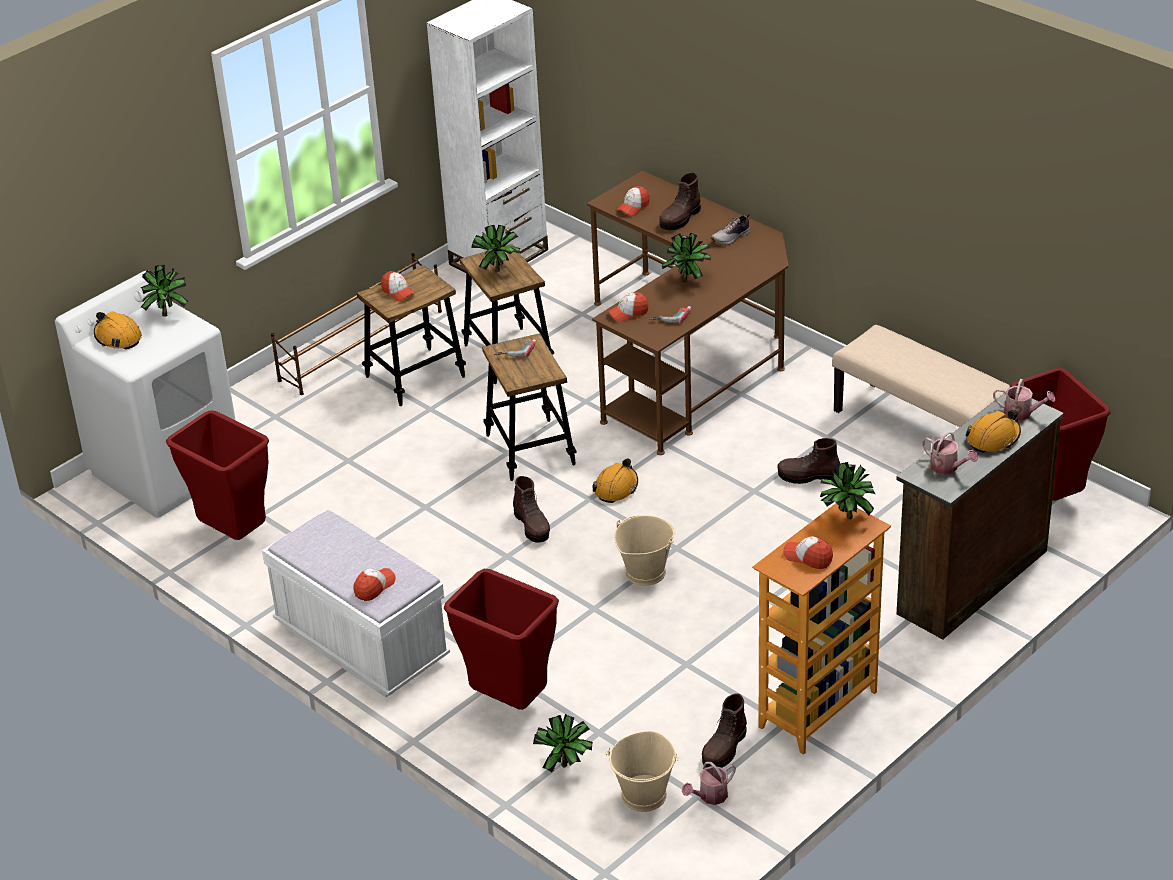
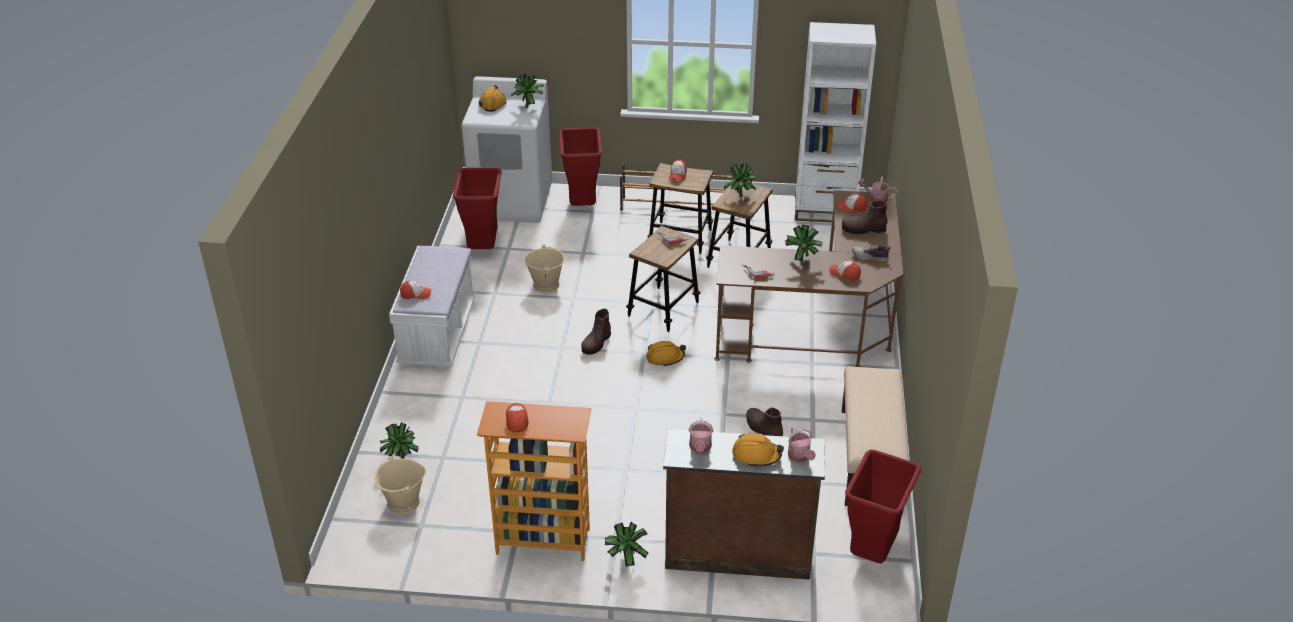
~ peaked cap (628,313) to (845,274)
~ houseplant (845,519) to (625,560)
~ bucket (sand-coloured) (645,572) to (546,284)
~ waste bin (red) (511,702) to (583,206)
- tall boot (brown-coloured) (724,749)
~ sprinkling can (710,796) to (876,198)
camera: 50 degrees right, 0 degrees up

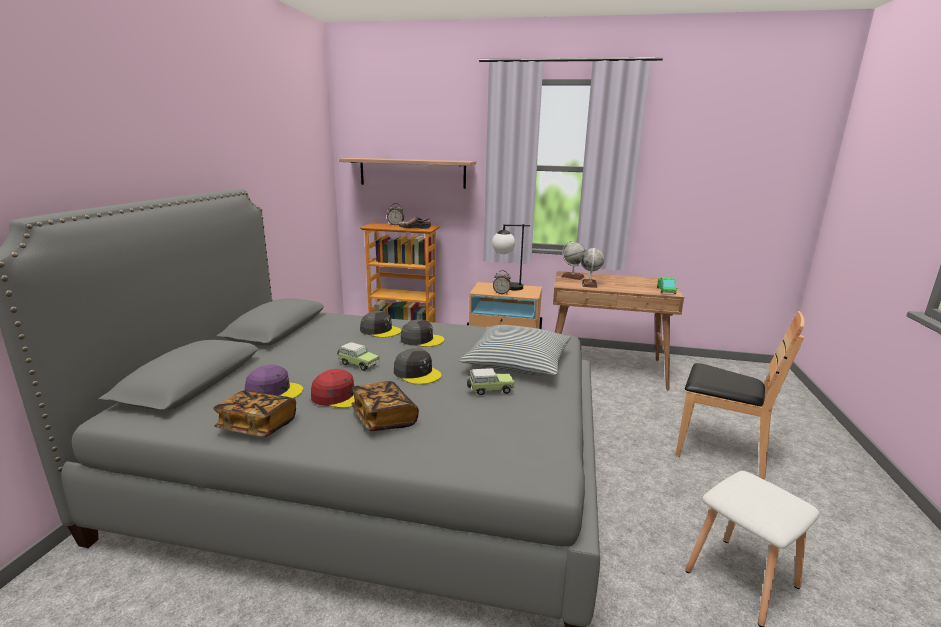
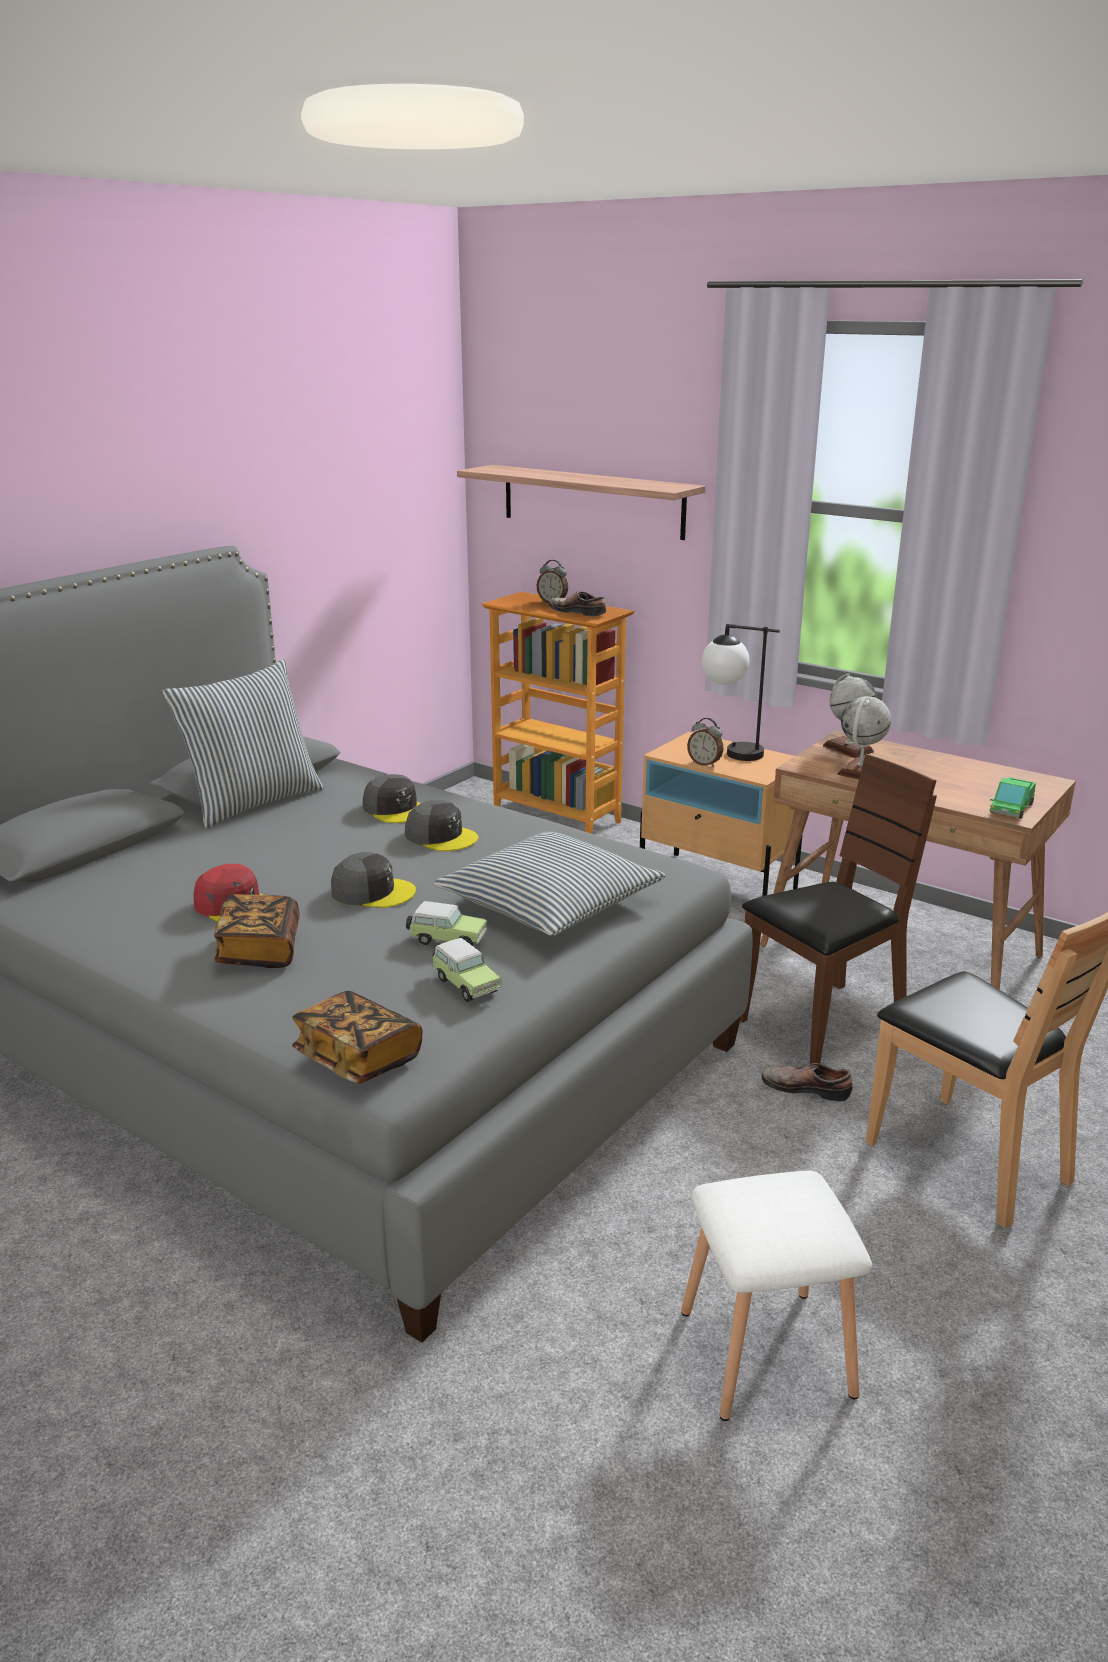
~ miniature car (358,364) to (465,984)
~ peaked cap (grey) (417,373) = (372,892) 60 degrees counterclockwise
- peaked cap (purple) (274,391)
~ volume (257,426) to (358,1058)
+ throw pillow (253,802)
+ plain chair (brown-coloured) (822,1024)
+ item of footwear (806,1087)
camera: 25 degrees right, 5 degrees up

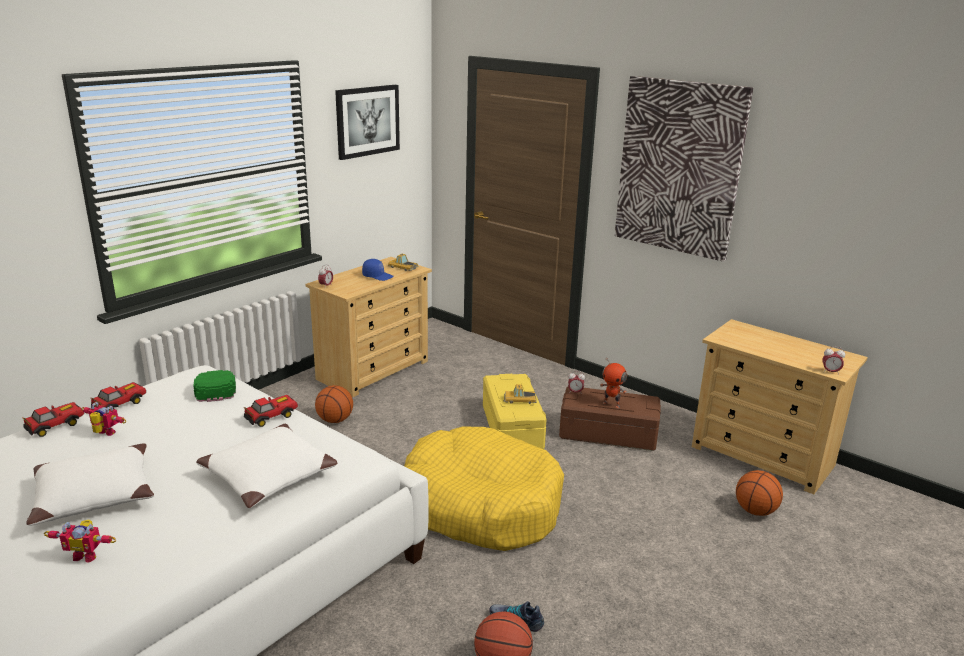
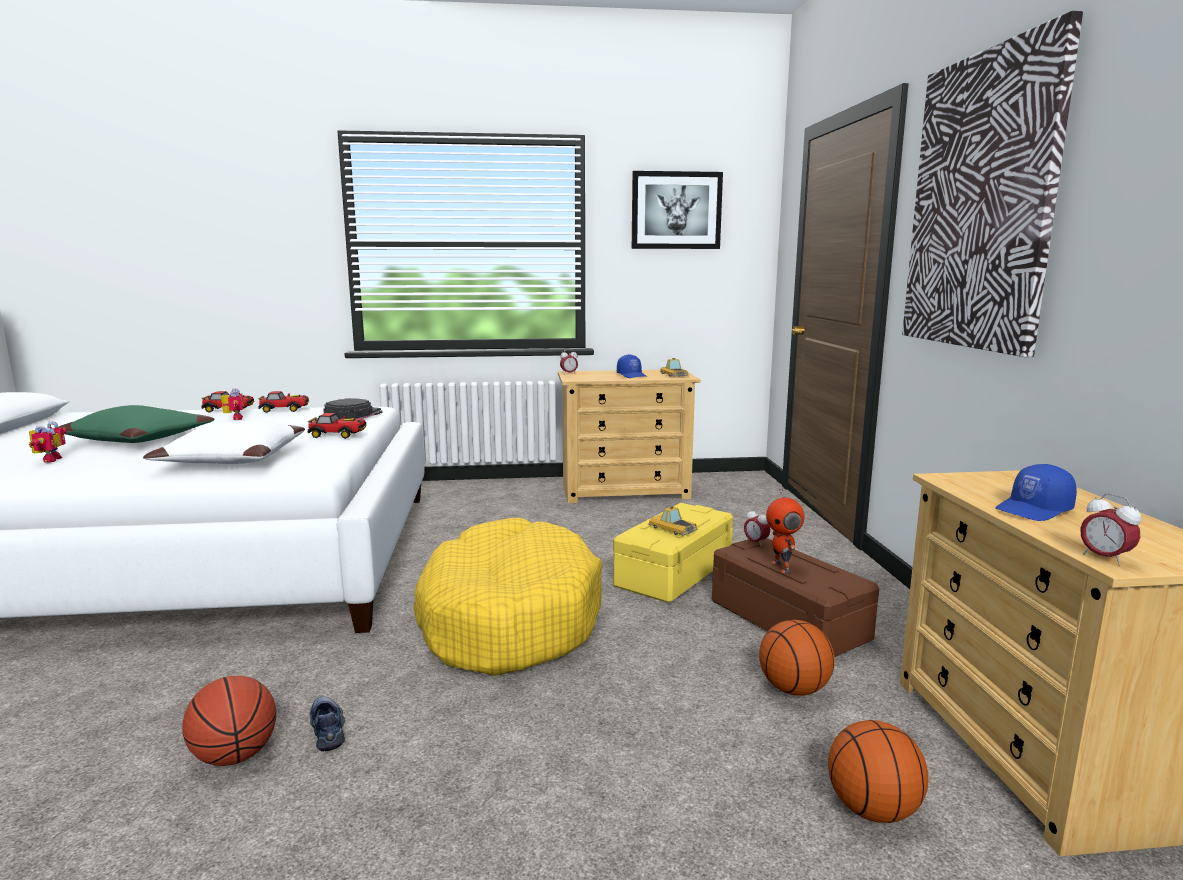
~ peaked cap (green-coloured) (215,388) to peaked cap (black) (353,415)
~ ball for basketball (335,420) to (794,689)
~ throw pillow (whitish) (94,494) to throw pillow (green-coloured) (140,439)
~ toy robot (87,554) = (48,460) 150 degrees counterclockwise
+ peaked cap (bluish) (1034,510)
camera: 45 degrees right, 10 degrees down

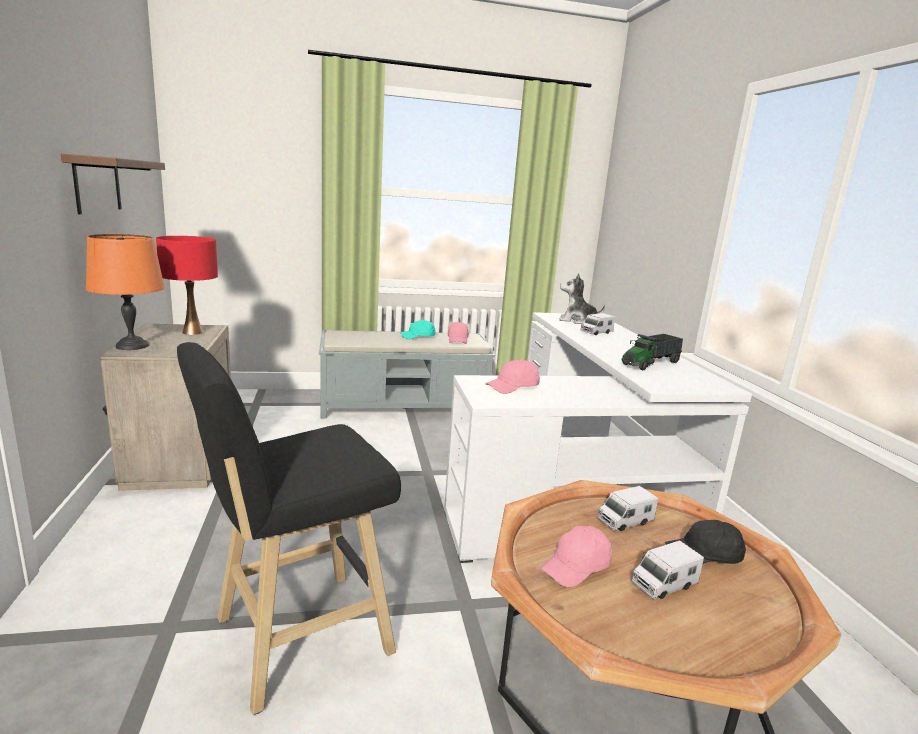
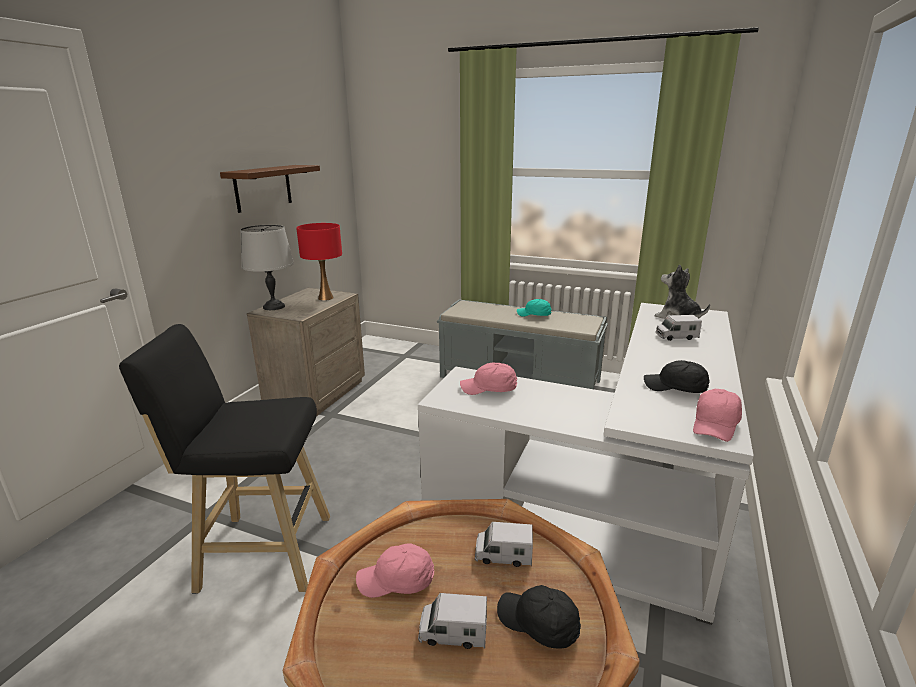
~ tabletop lamp (orange-coloured) (131,346) to tabletop lamp (grey) (273,306)
~ peaked cap (pink) (457,340) to (715,425)
~ toy truck (650,363) to peaked cap (black) (675,388)
camera: 35 degrees right, 5 degrees up

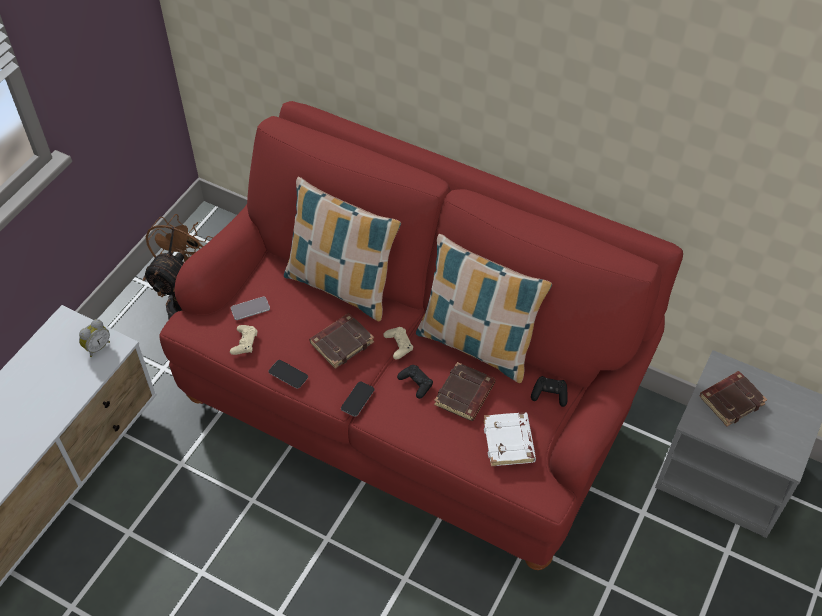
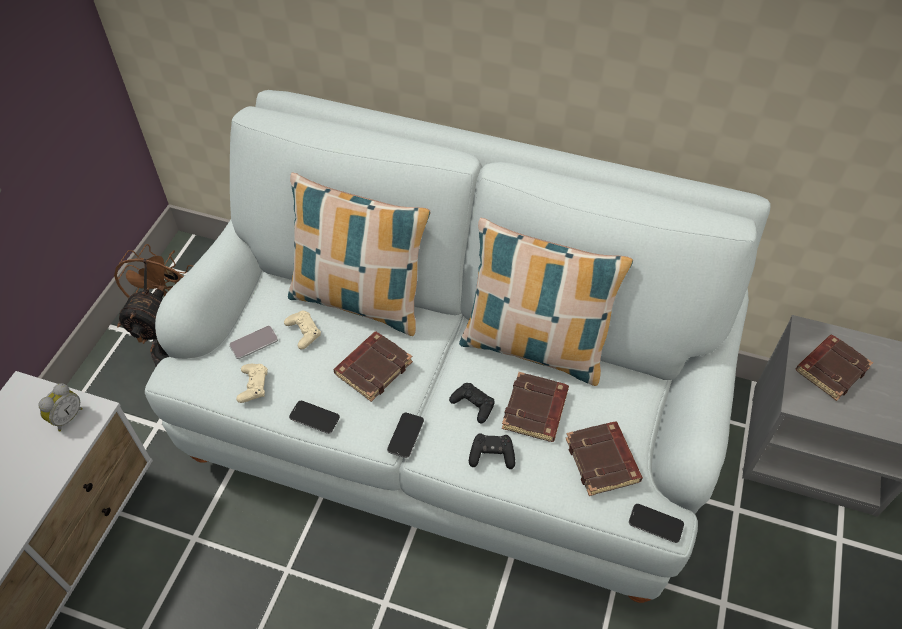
~ sofa (red) (412,402) to sofa (whitish) (451,421)
~ gamepad (sand-coloured) (398,345) to (303,332)
~ gamepad (black) (549,395) to (492,455)
~ volume (whitish) (509,442) to volume (brown-coloured) (603,461)
+ phone (656,523)
camera: 10 degrees left, 0 degrees up

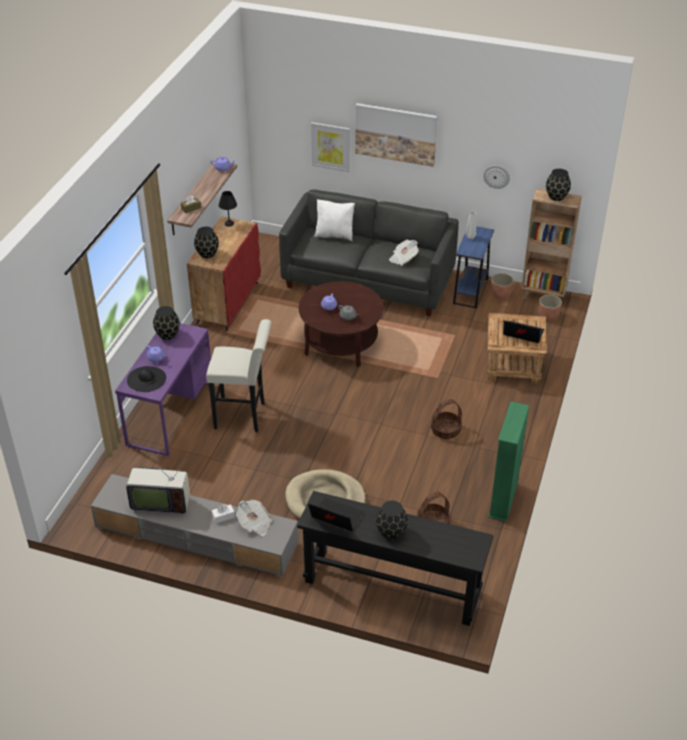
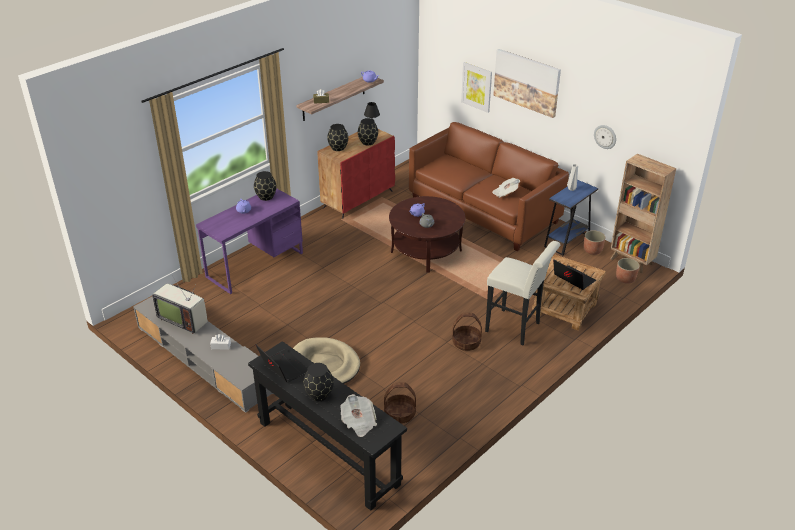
~ vase (black) (556,197) to (368,142)
~ sofa (grey) (369,280) to sofa (brown-coloured) (484,211)
- throw pillow (whitish) (334,235)
~ stool seat (whitish) (244,416) to (516,328)
- hat (black) (146,379)
- bookshelf (green-coloured) (503,500)
~ newspaper (254,524) to (359,422)
camera: 25 degrees right, 5 degrees down

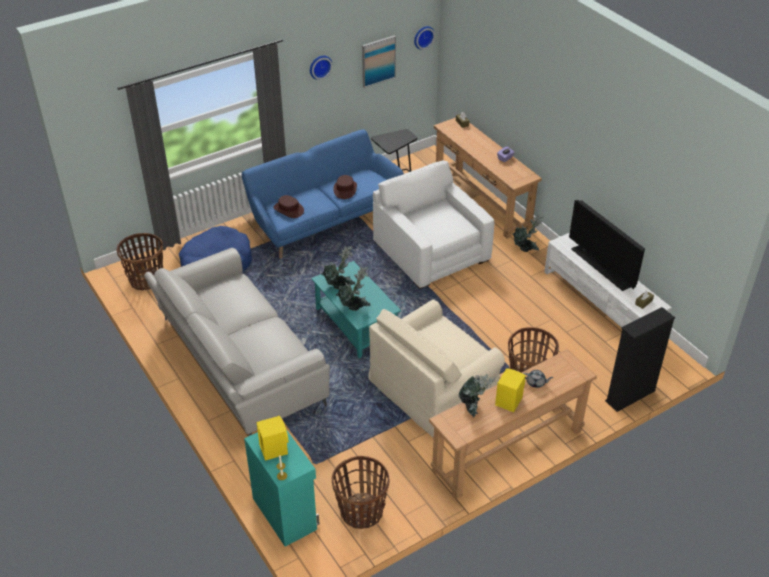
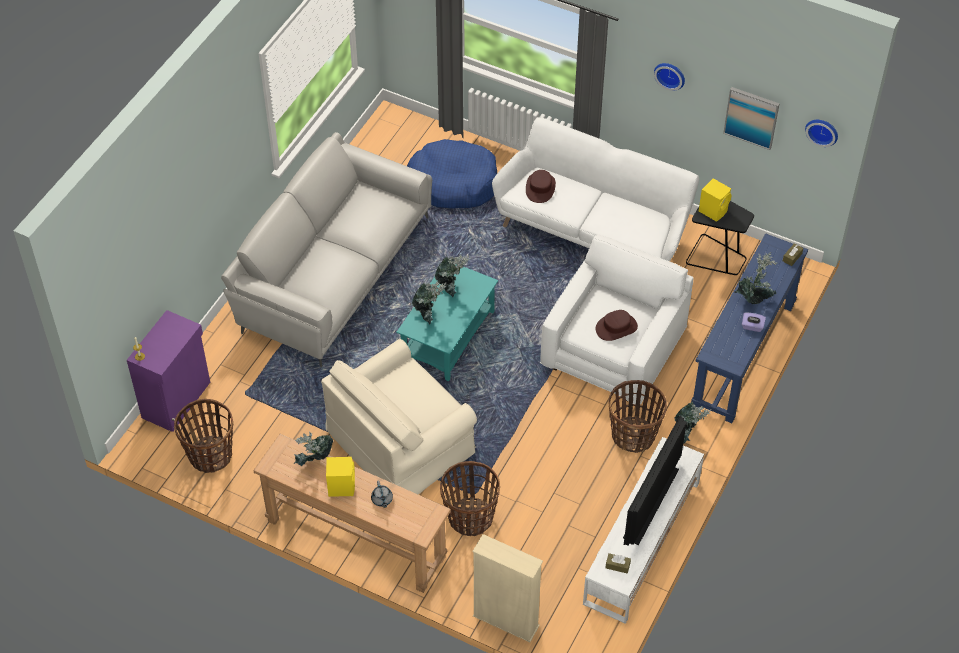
~ hall table (brown-coloured) (482,201) to hall table (bluish) (743,355)
~ sofa (bluish) (323,219) to sofa (whitish) (594,229)
~ hat (brown-coloured) (345,189) to (616,327)
~ basket (146,280) to (633,435)
~ easy chair (sand-coloured) (433,388) = (400,442) 60 degrees counterclockwise
~ bookshelf (black) (630,396) to bookshelf (sand-coloured) (506,621)
~ loudspeaker (yellow-coloured) (273,448) to (714,210)
~ storage cabinet (blue-green) (285,512) to storage cabinet (purple) (177,400)
+ houseplant (754,298)
camera: 60 degrees right, 10 degrees up

